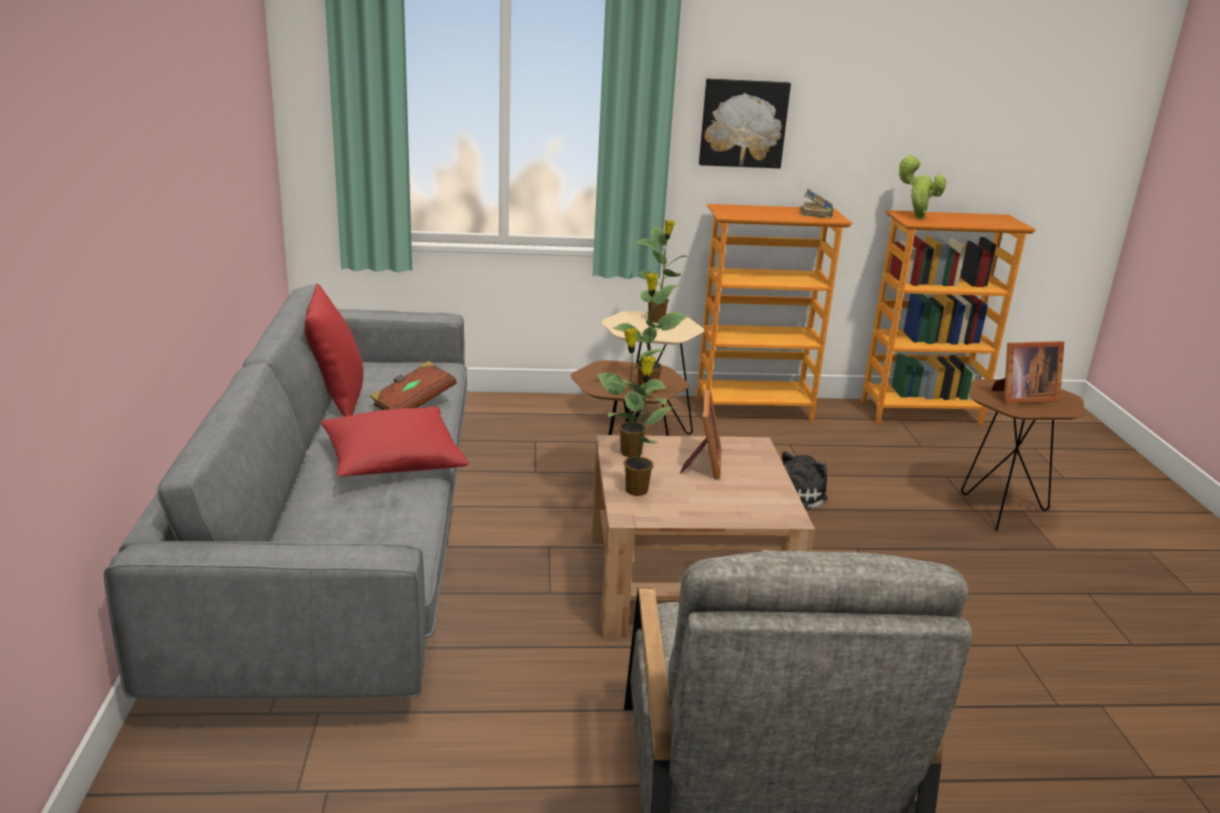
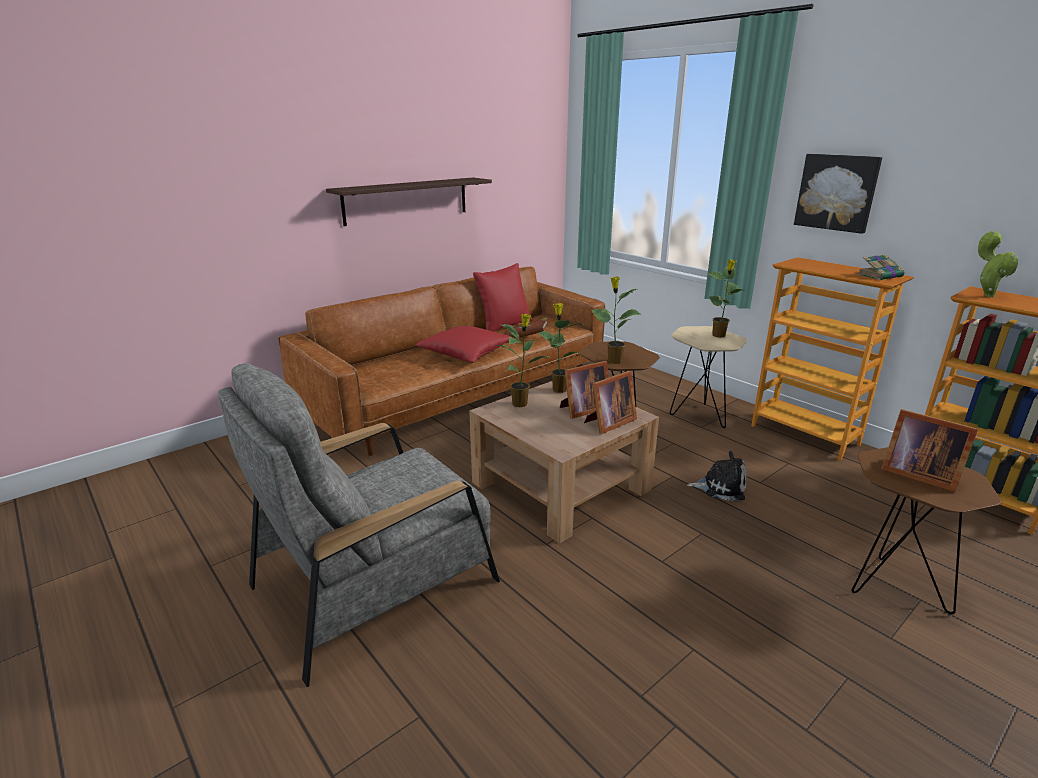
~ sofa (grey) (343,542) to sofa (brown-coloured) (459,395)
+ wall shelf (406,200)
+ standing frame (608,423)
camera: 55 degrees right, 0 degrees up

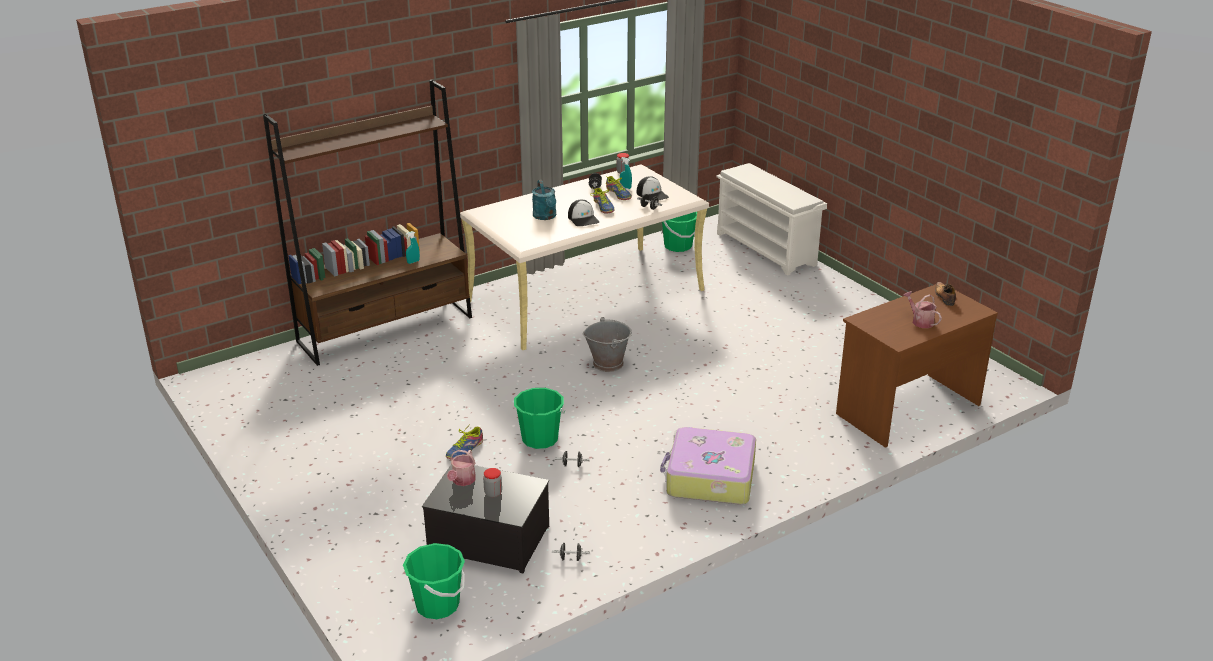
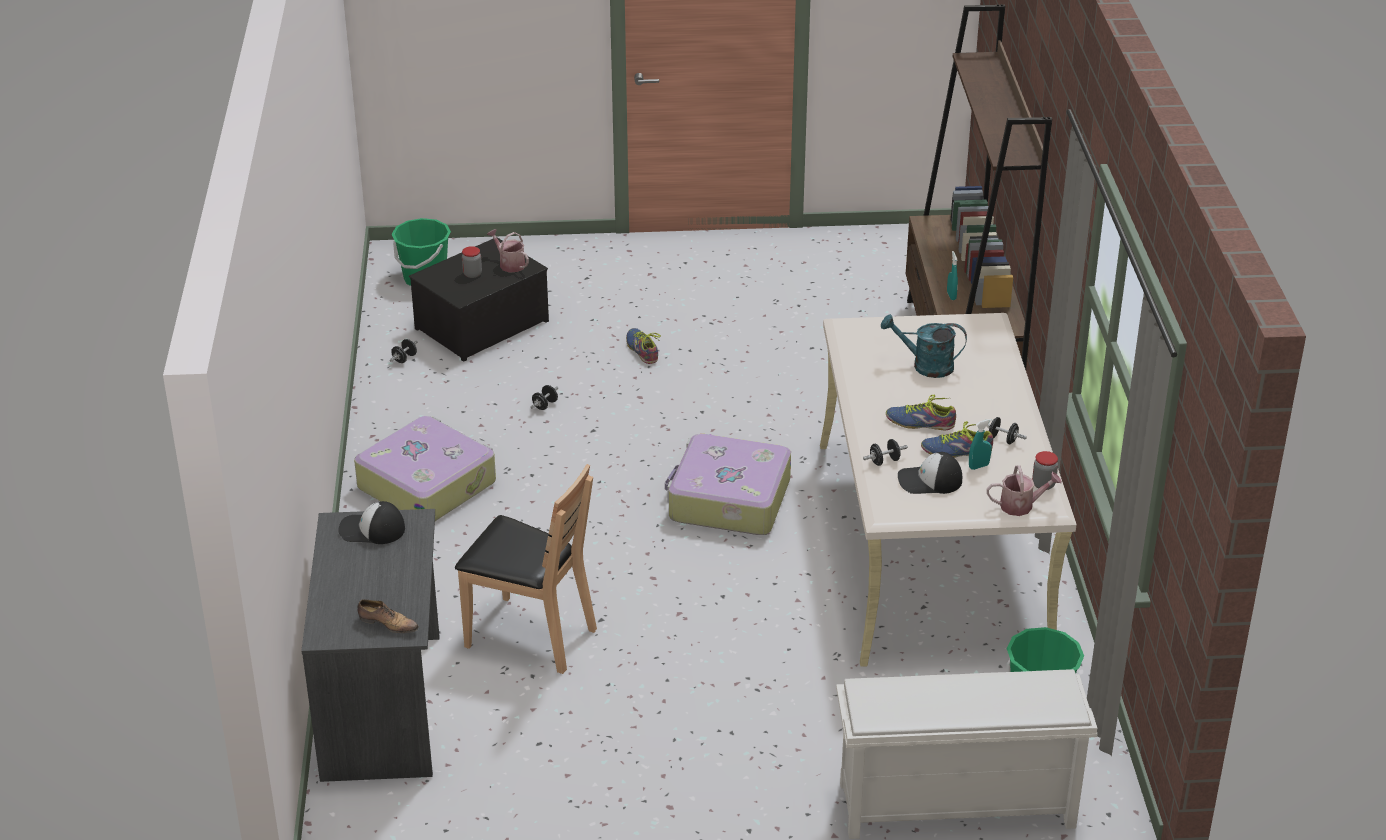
~ peaked cap (583,219) to (371,530)
~ desk unit (brown-coloured) (906,408) to desk unit (grey) (385,705)
~ sprinkling can (920,321) to (1021,506)
~ bucket (grey) (608,363) to suitcase (728,500)
- bucket (green-coloured) (540,439)
+ plain chair (brown-coloured) (530,636)
camera: 120 degrees right, 5 degrees up

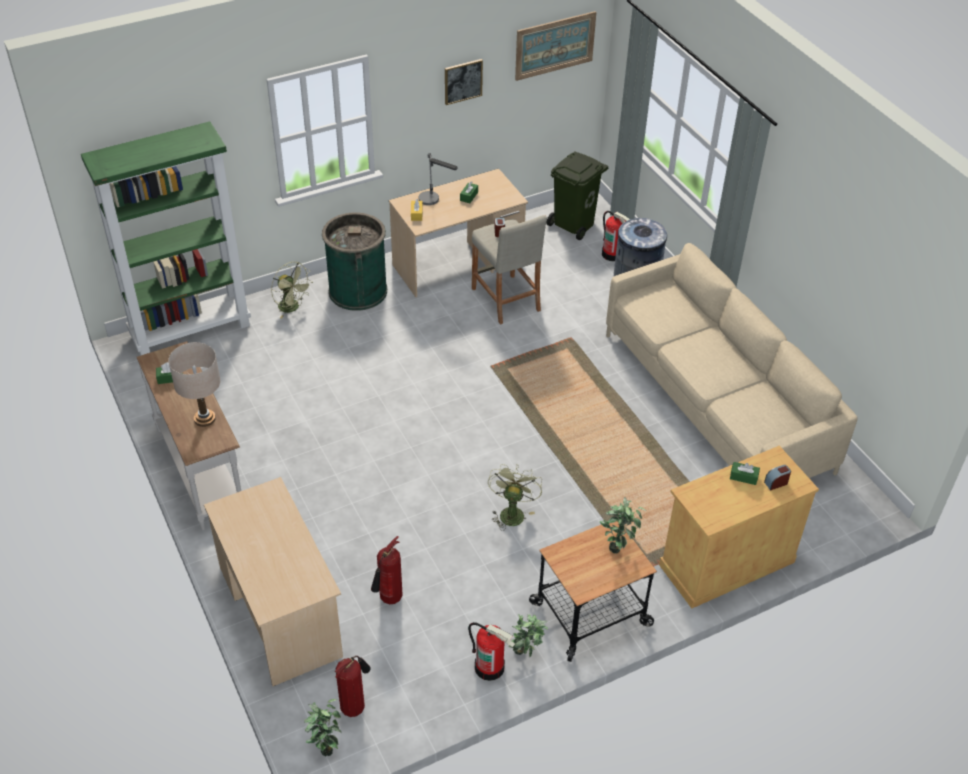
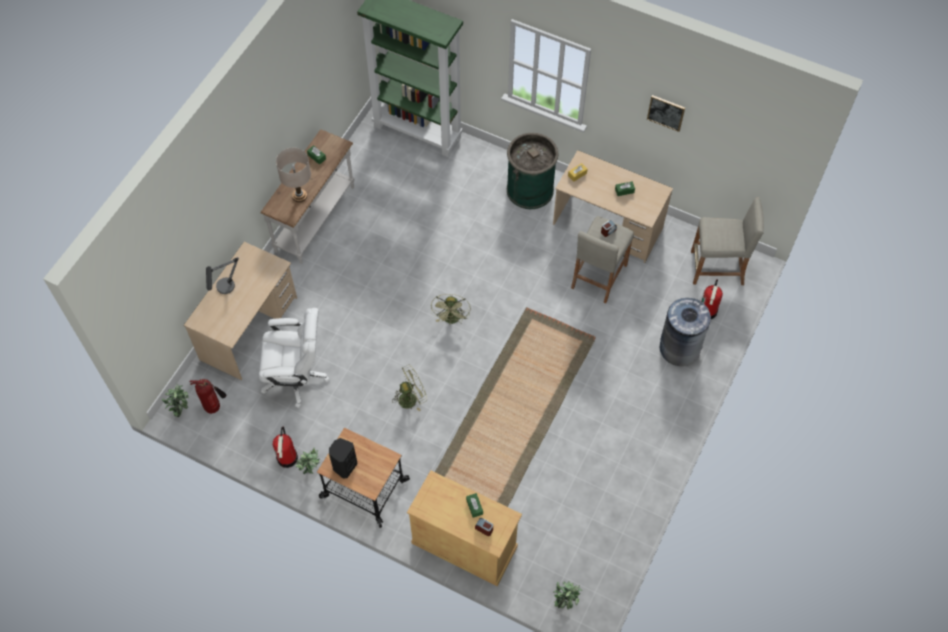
- wall art (555,45)
~ waste bin (green-coloured) (574,225) to stool seat (sand-coloured) (717,268)
~ tabletop lamp (433,201) to (224,291)
- sofa (sand-coloured) (714,401)
~ cooling fan (green-coloured) (292,308) to (452,320)
~ houseplant (618,545) to (565,603)
~ extinguisher (389,600) to computer chair (whitish) (296,376)
+ loudspeaker (black) (344,466)
camera: 55 degrees right, 15 degrees up

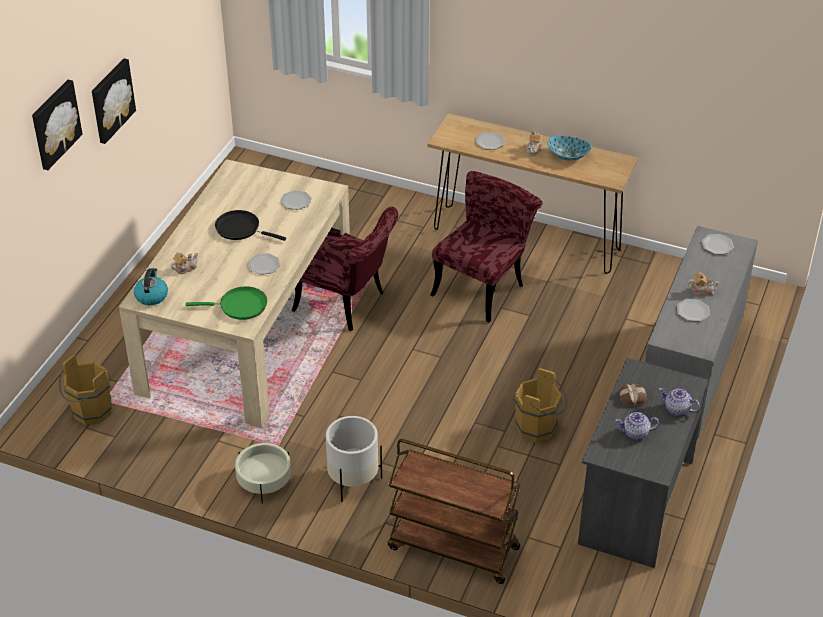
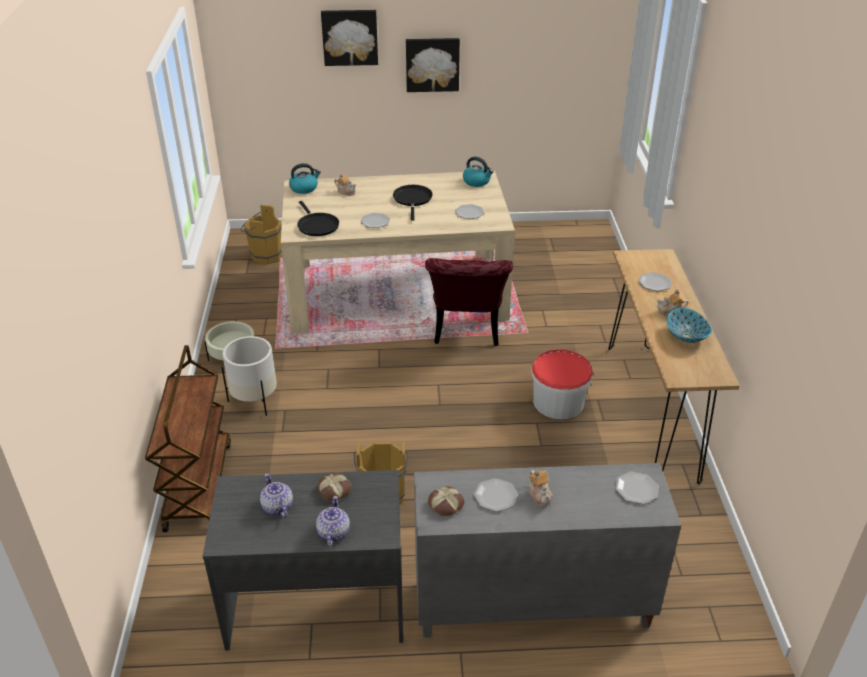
~ plain chair (red) (483,285) to bucket (558,402)
~ skillet (green-coloured) (239,306) to skillet (black) (317,225)
+ tea kettle (477,182)
+ baked bread (446,505)
camera: 65 degrees right, 5 degrees down

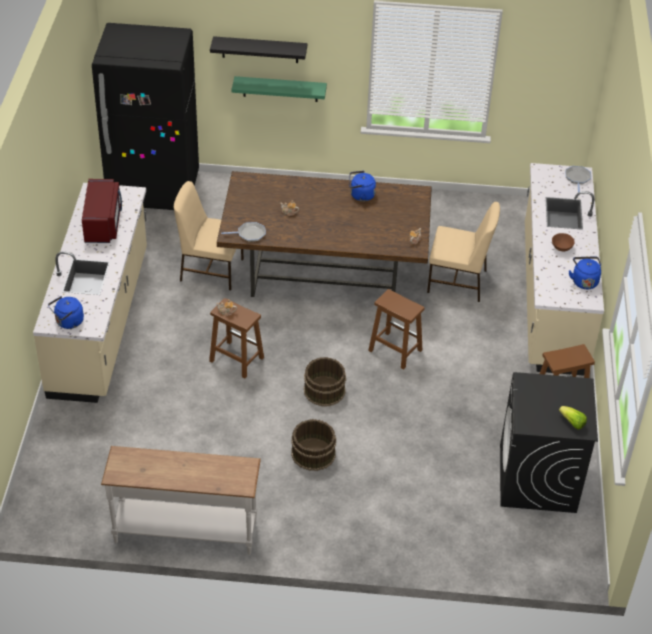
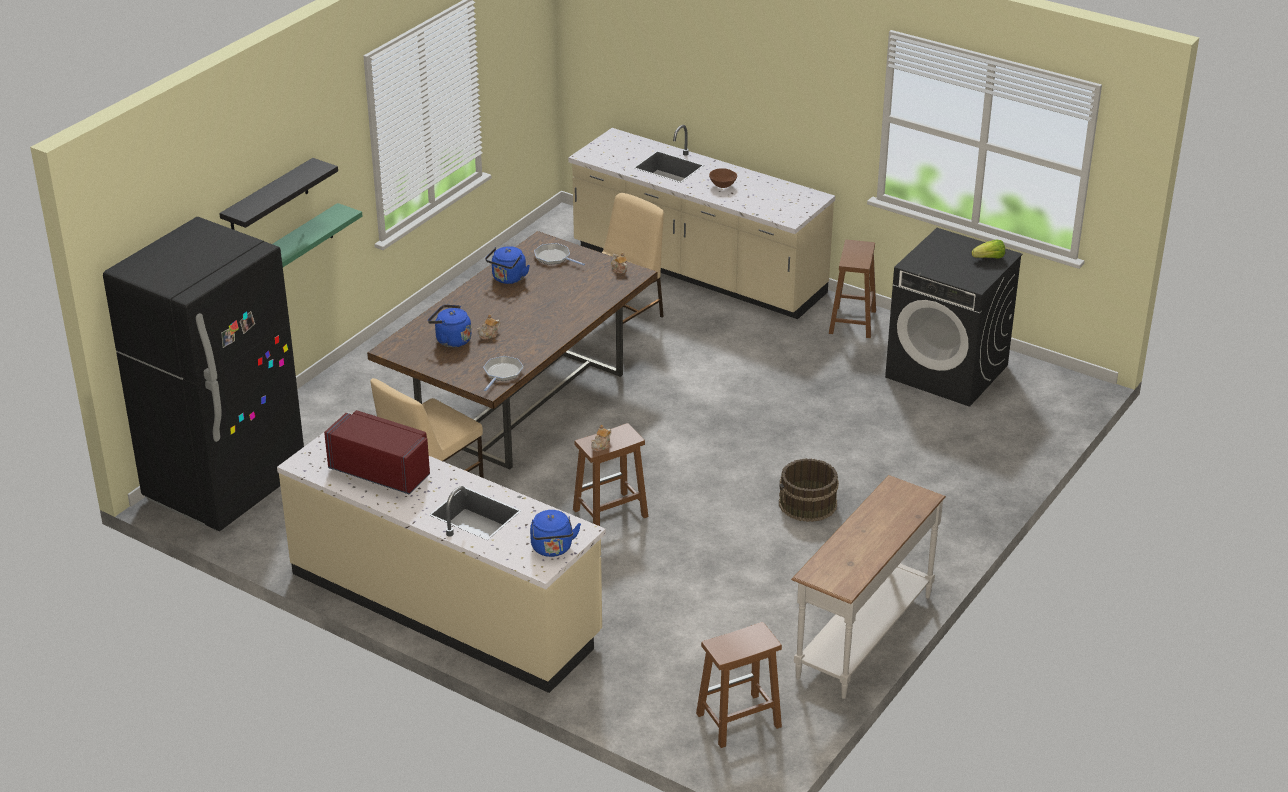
~ skillet (577,178) to (554,258)
~ tea kettle (bluish) (584,281) to (451,340)
~ stool seat (brown-coloured) (394,350) to (737,721)
- bucket (brown-coloured) (323,390)
camera: 60 degrees left, 10 degrees down

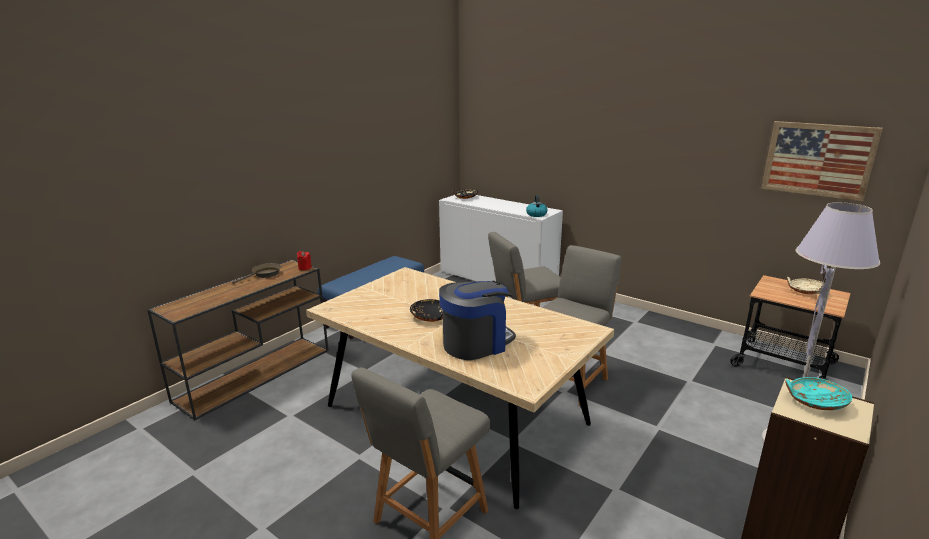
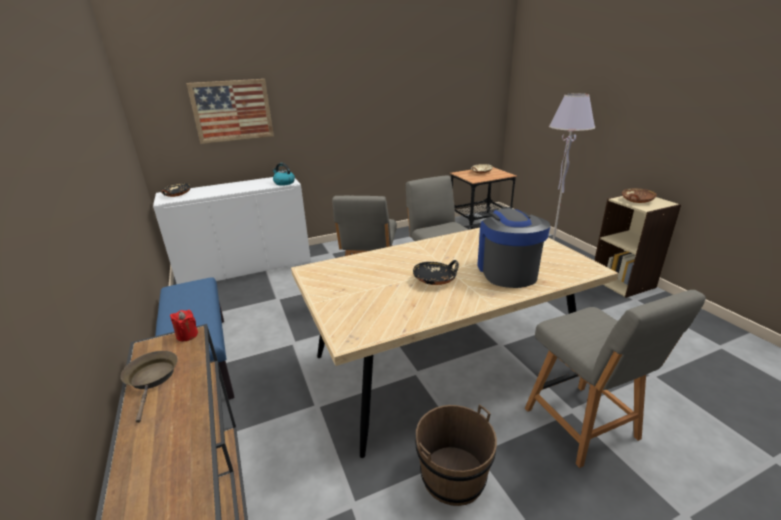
~ wall art (818,160) to (232,111)
~ serving bowl (blue-green) (815,401) to serving bowl (brown-coloured) (636,200)
+ bucket (brown-coloured) (453,475)
camera: 60 degrees left, 5 degrees up

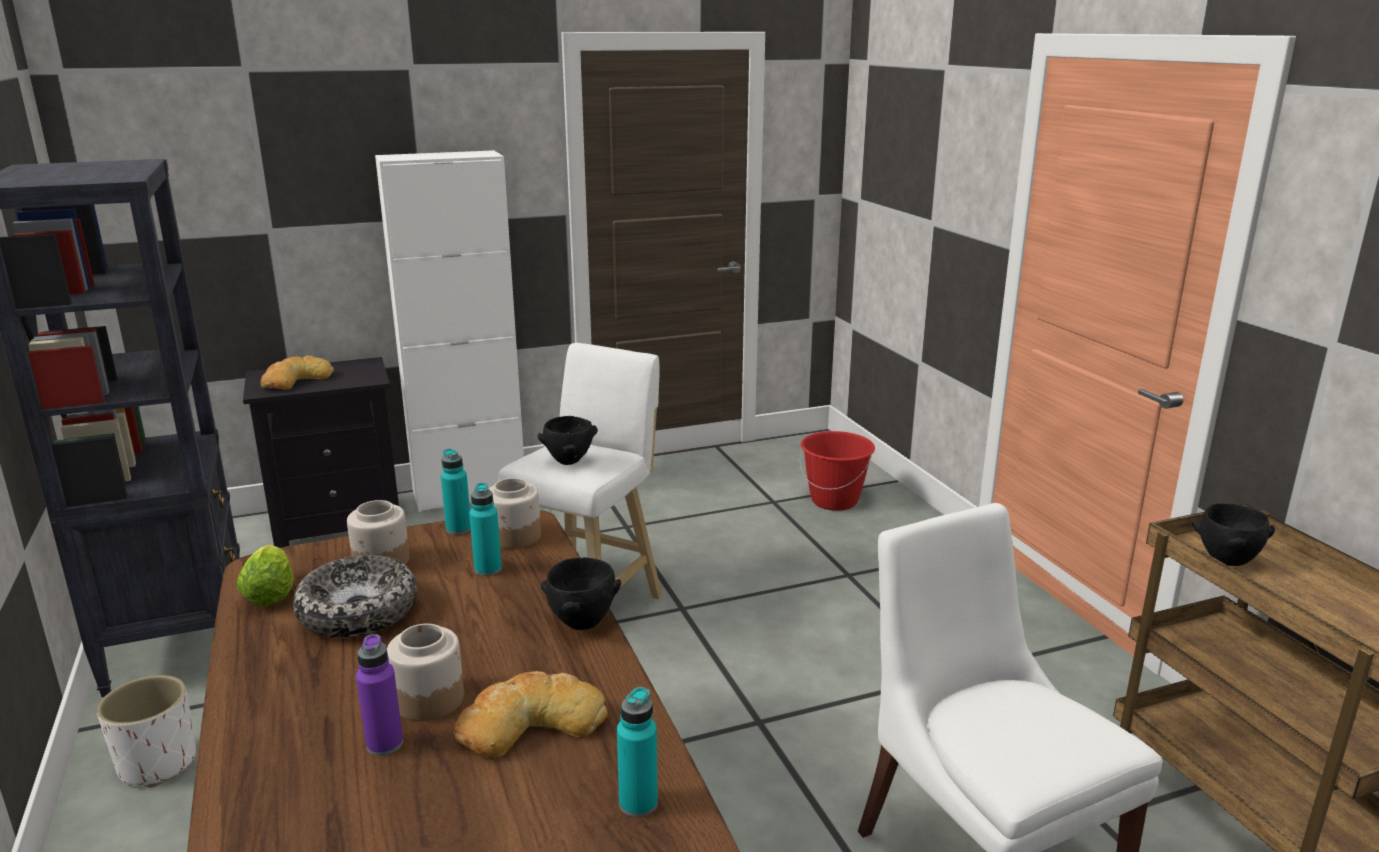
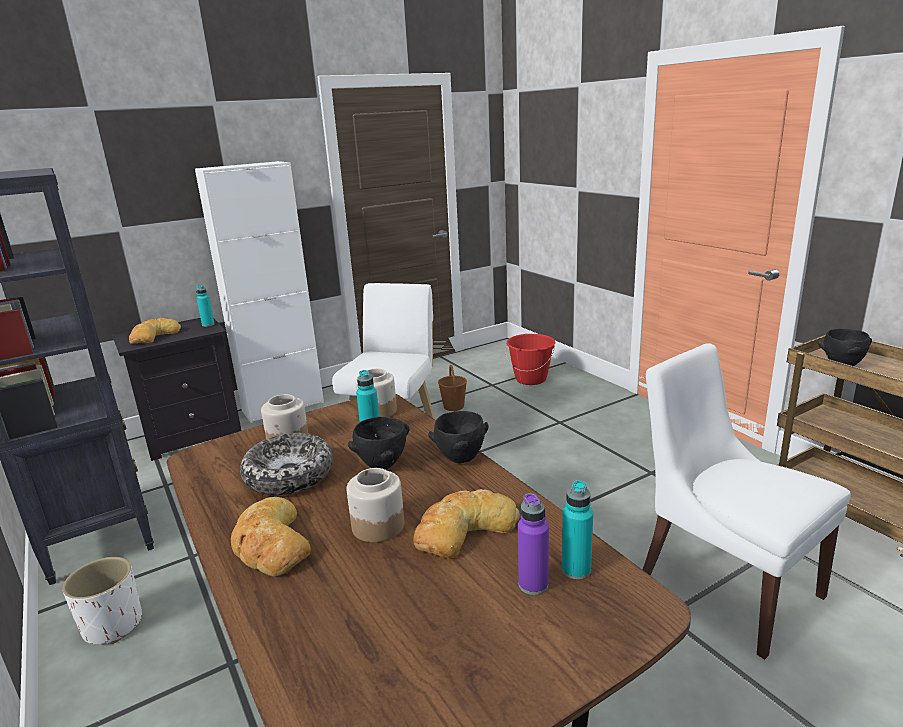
~ serving bowl (black) (568,462) to (381,466)
~ bottle (blue-green) (458,529) to (208,324)
- lettuce (271,593)
~ bottle (purple) (384,744) to (533,584)
+ bucket (brown-coloured) (453,407)
+ baked bread (270,544)
camera: 10 degrees left, 0 degrees up

